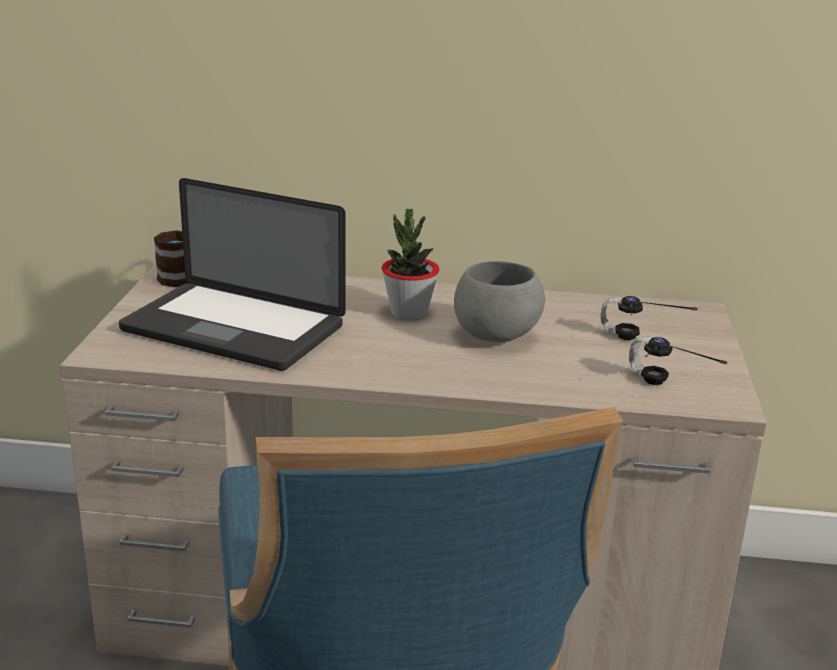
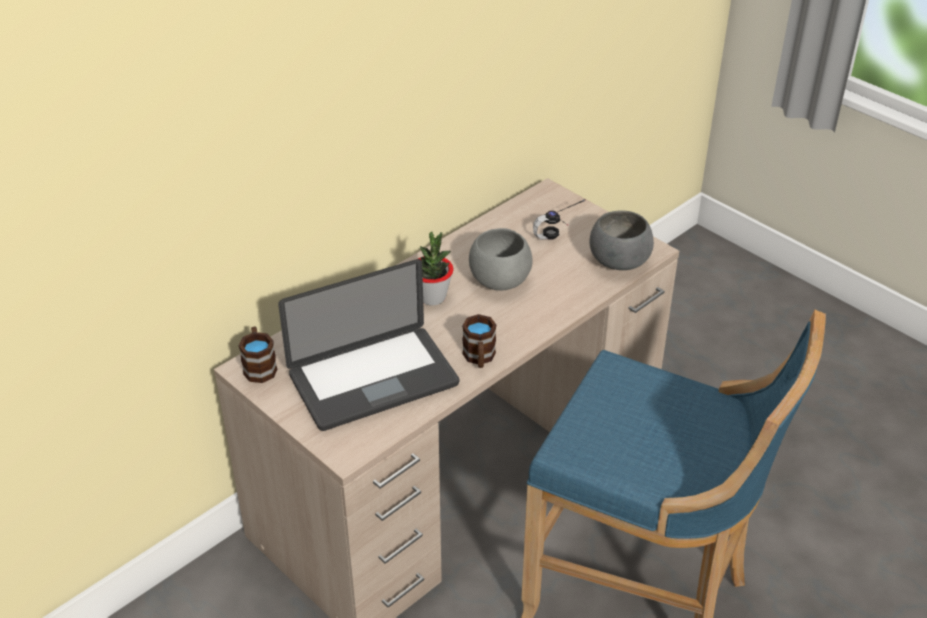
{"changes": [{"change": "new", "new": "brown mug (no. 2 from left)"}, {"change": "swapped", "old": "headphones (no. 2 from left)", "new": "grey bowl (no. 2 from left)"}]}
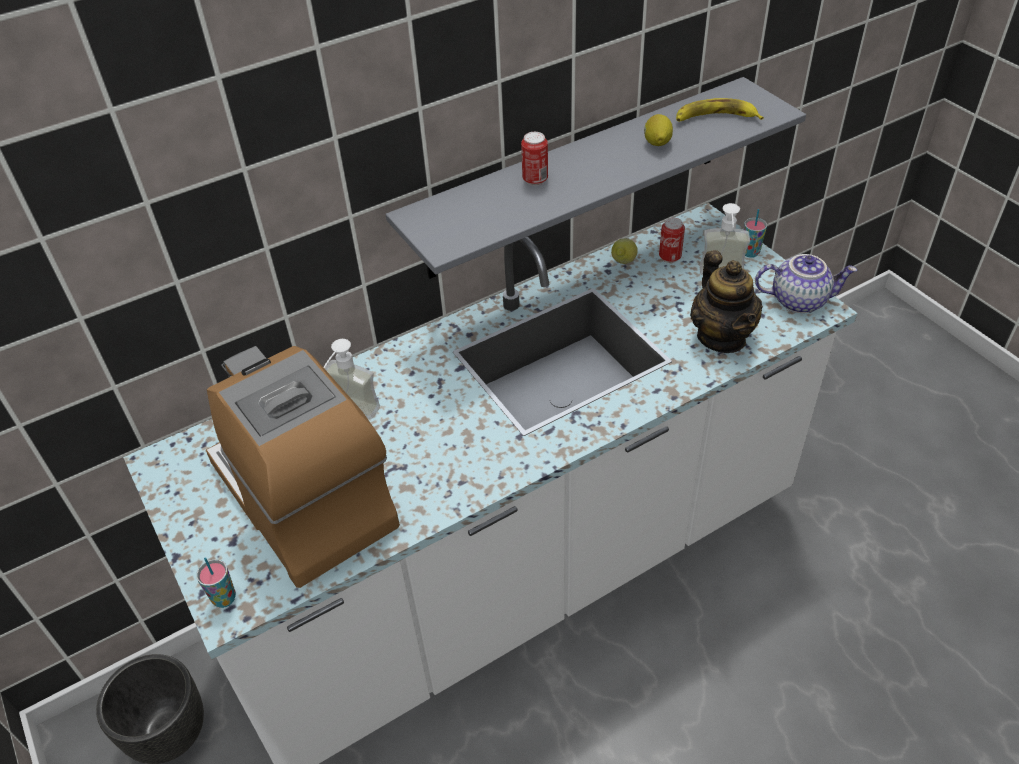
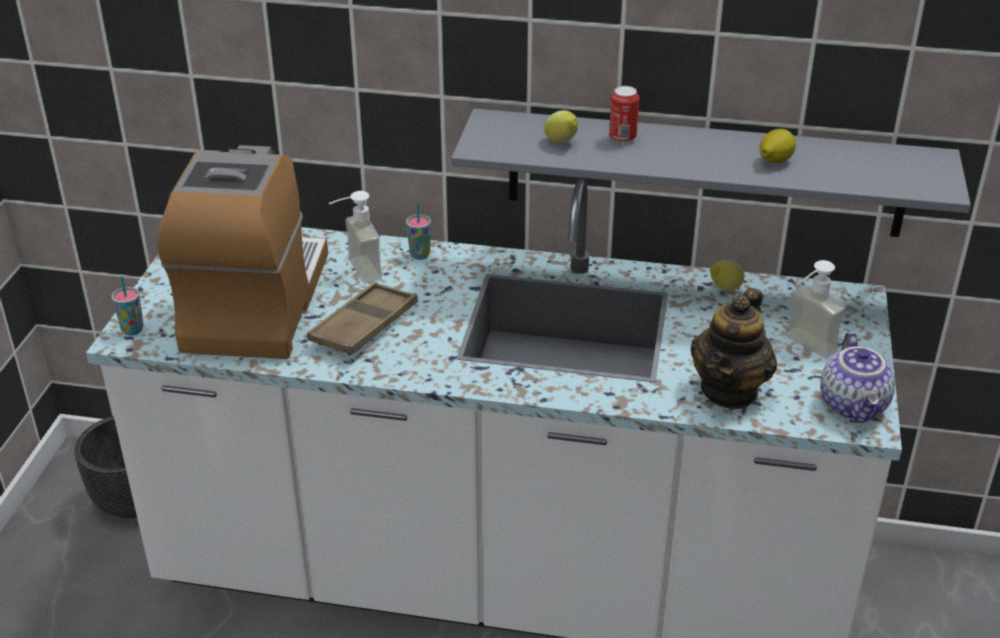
{"changes": [{"change": "gone", "old": "can (no. 2 from left)"}, {"change": "gone", "old": "banana"}, {"change": "new", "new": "brown tray"}, {"change": "new", "new": "lemon (no. 1 from left)"}, {"change": "shifted", "old": "cup (no. 2 from left)"}, {"change": "rotated", "old": "teapot (no. 2 from left)", "degrees": 45}]}
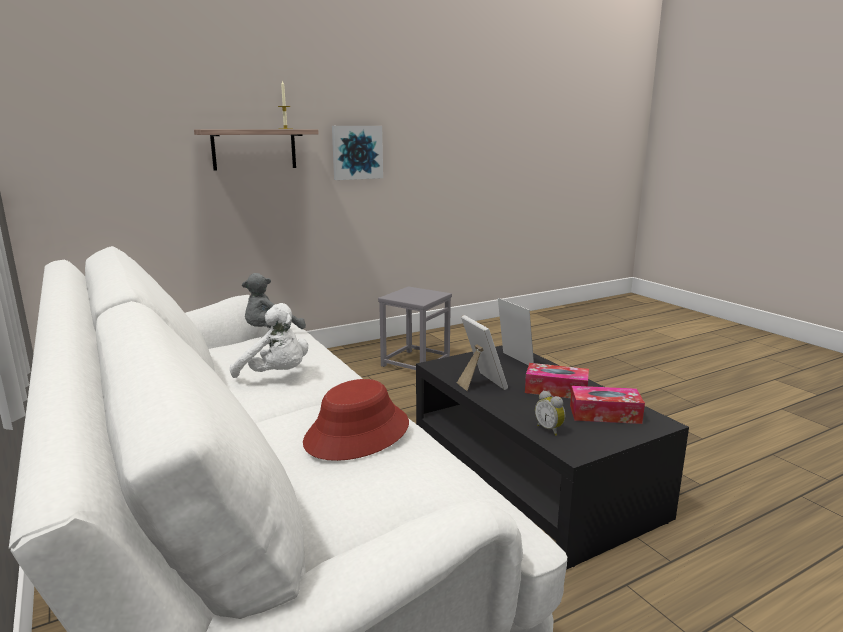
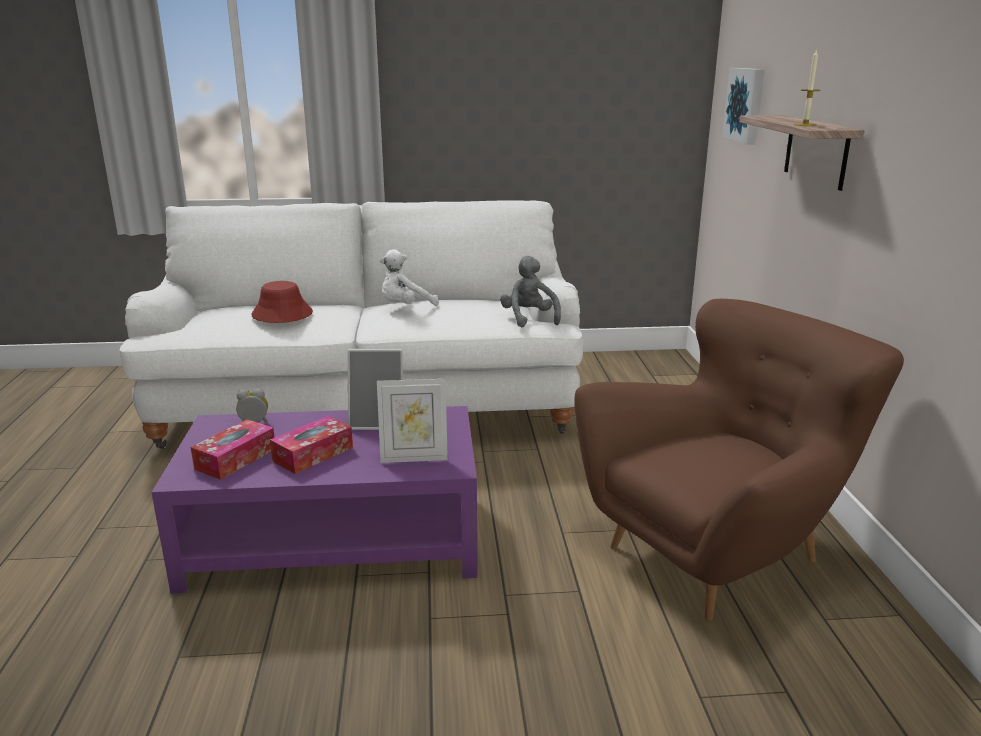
{"changes": [{"change": "shifted", "old": "picture"}, {"change": "swapped", "old": "grey stool", "new": "brown armchair"}, {"change": "repainted", "old": "black coffee table", "new": "purple coffee table"}]}
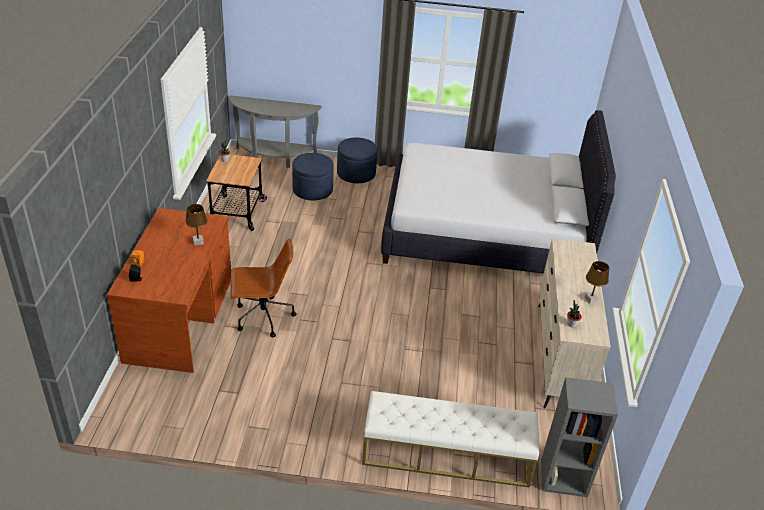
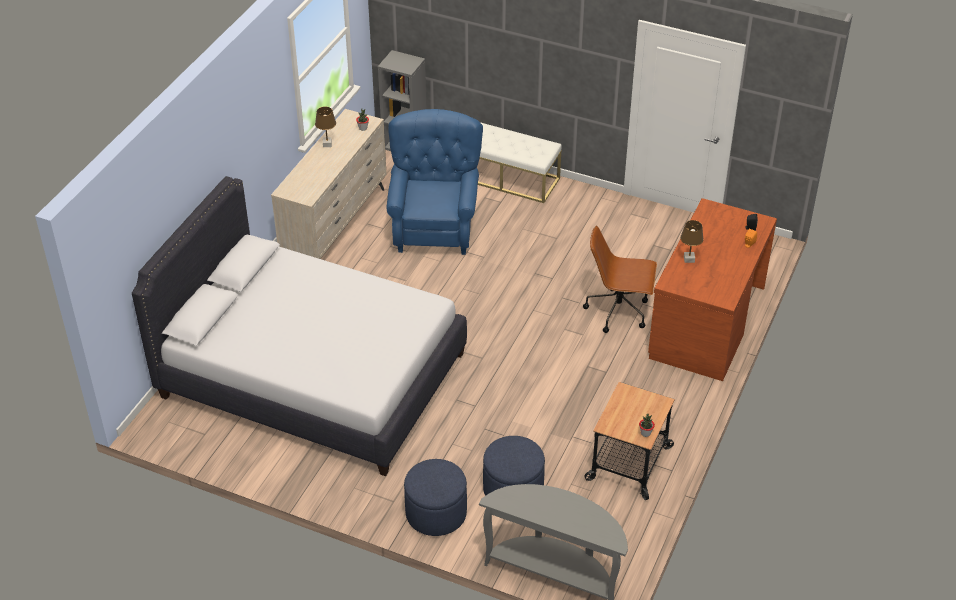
{"changes": [{"change": "new", "new": "blue armchair"}]}
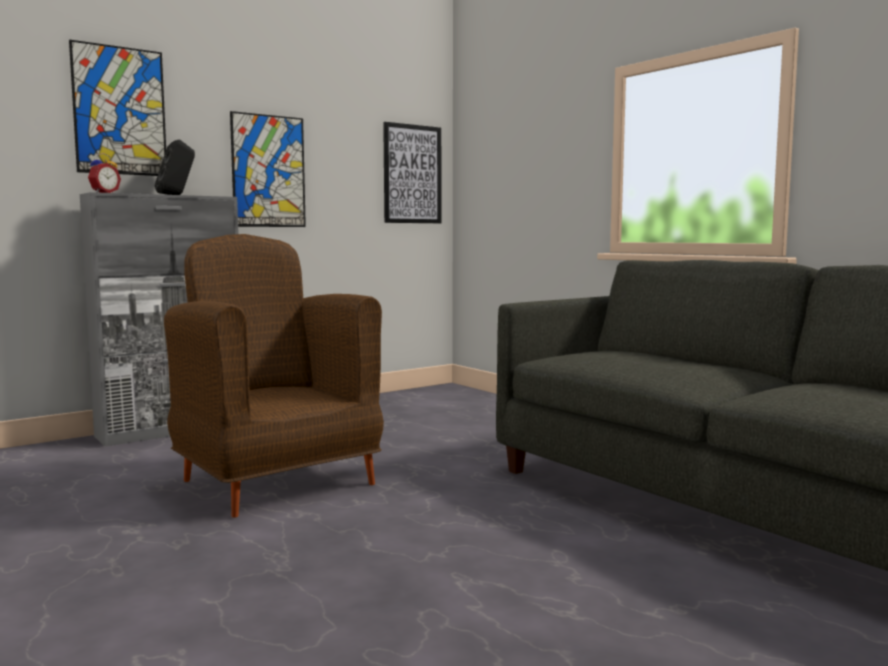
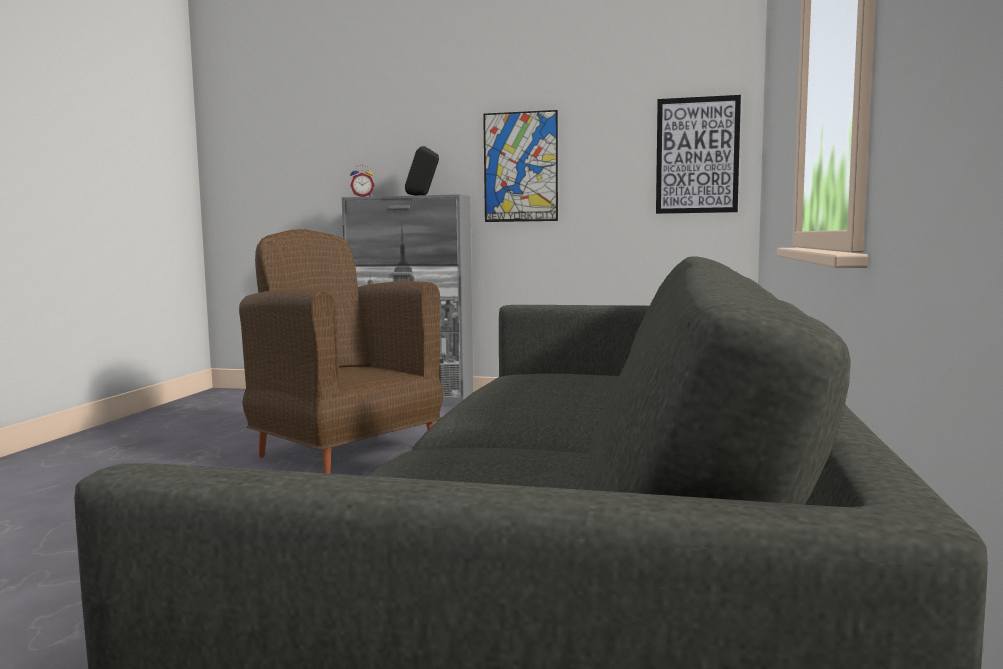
{"changes": [{"change": "gone", "old": "picture (no. 1 from left)"}, {"change": "rotated", "old": "brown armchair", "degrees": -60}]}
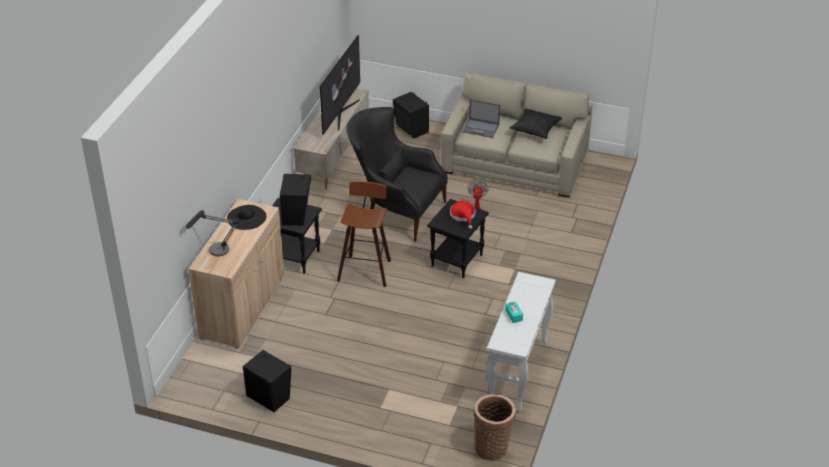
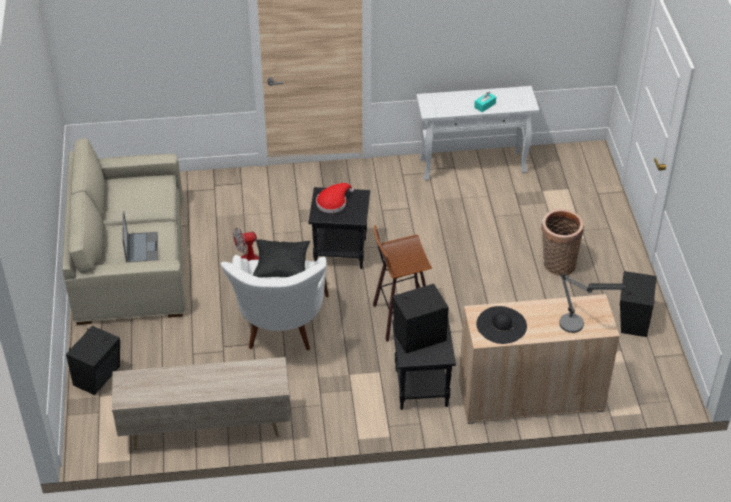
{"changes": [{"change": "gone", "old": "television"}, {"change": "shifted", "old": "basket"}, {"change": "shifted", "old": "black pillow"}, {"change": "repainted", "old": "black armchair", "new": "white armchair"}]}
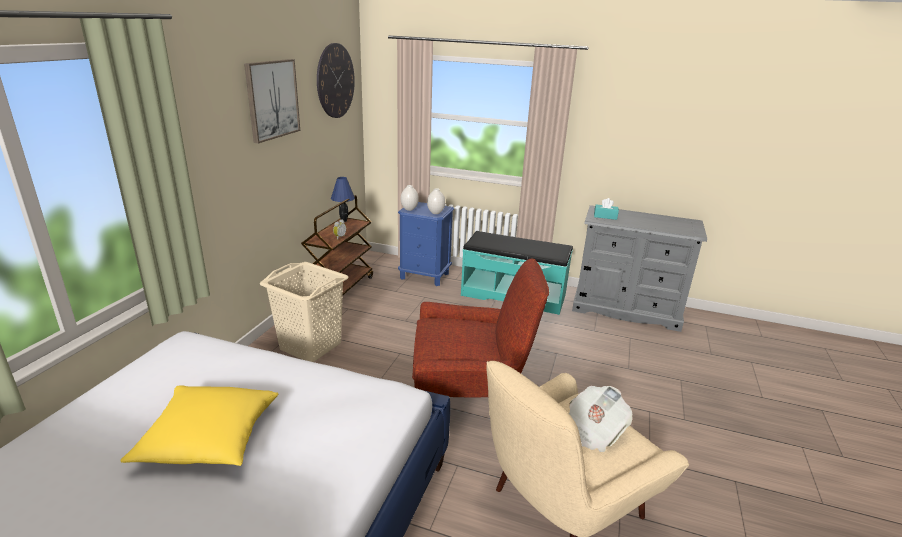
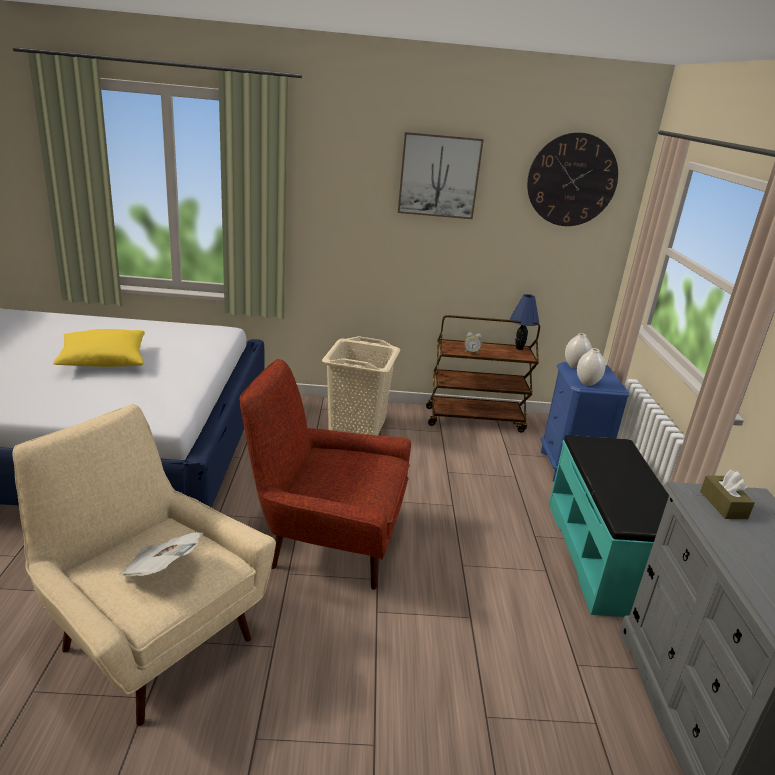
{"changes": [{"change": "repainted", "old": "turquoise tissue box", "new": "brown tissue box"}, {"change": "rotated", "old": "red armchair", "degrees": 120}]}
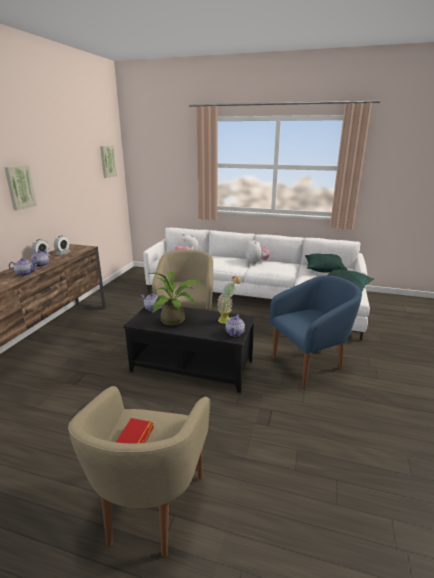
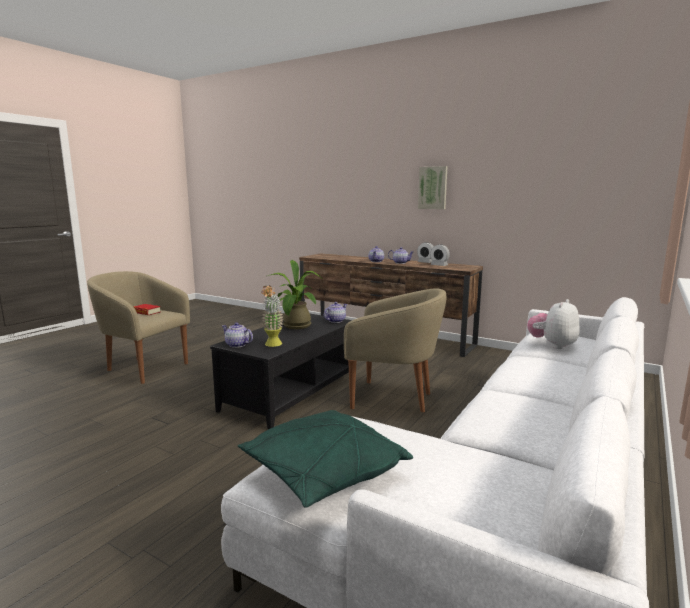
{"changes": [{"change": "gone", "old": "picture (no. 2 from left)"}, {"change": "gone", "old": "plush toy (no. 2 from left)"}, {"change": "gone", "old": "blue armchair"}, {"change": "gone", "old": "green pillow (no. 1 from left)"}]}
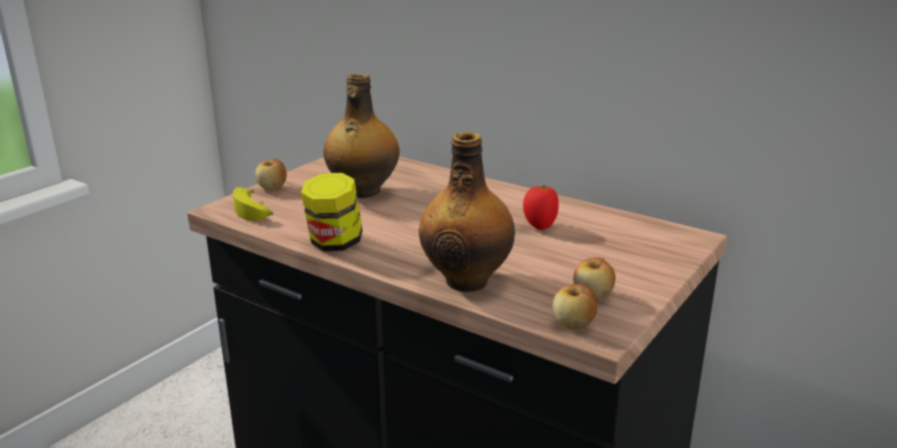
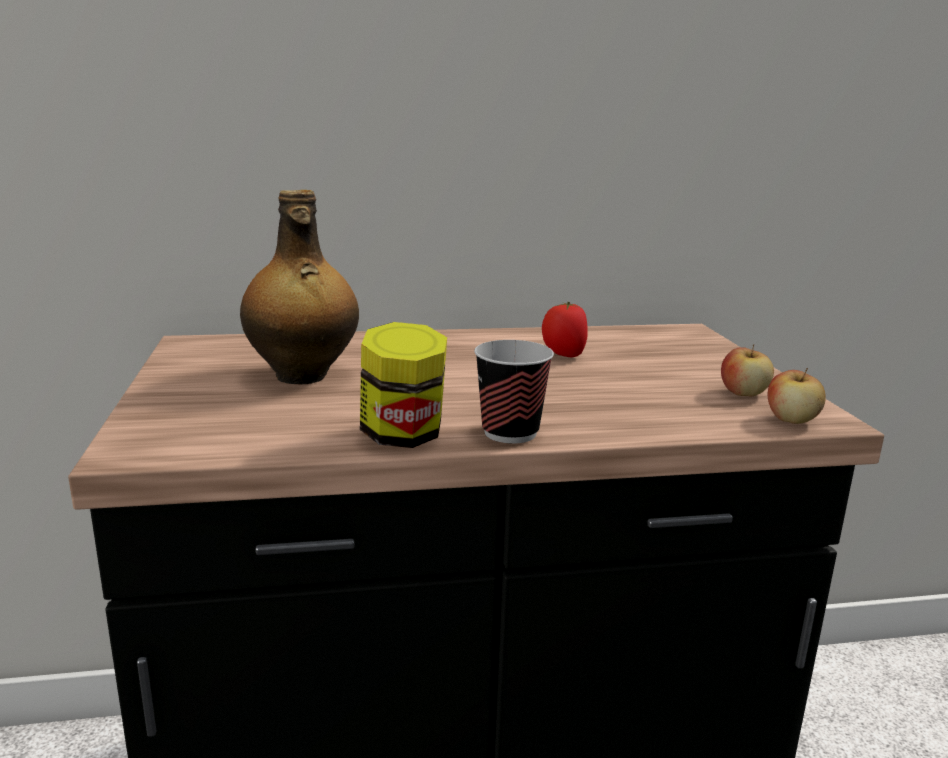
{"changes": [{"change": "gone", "old": "banana"}, {"change": "gone", "old": "apple (no. 1 from left)"}, {"change": "gone", "old": "bottle (no. 2 from left)"}, {"change": "new", "new": "cup"}]}
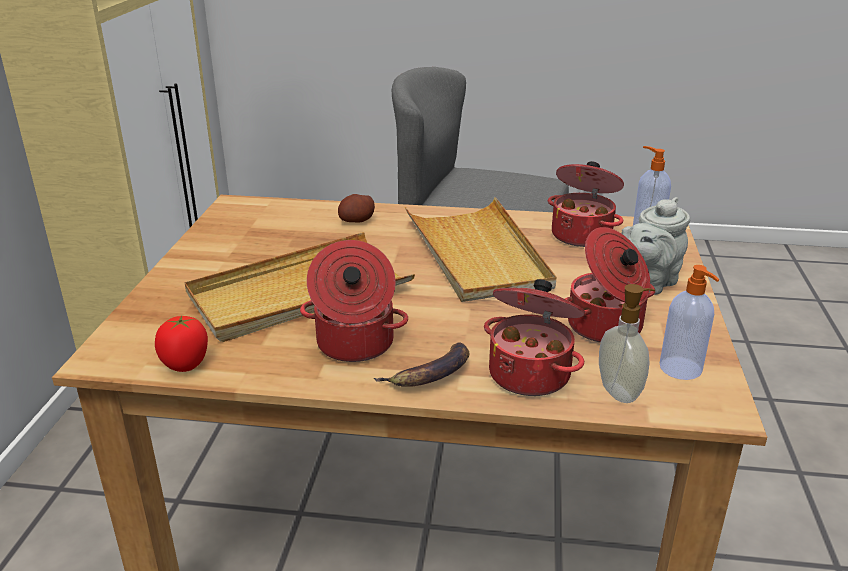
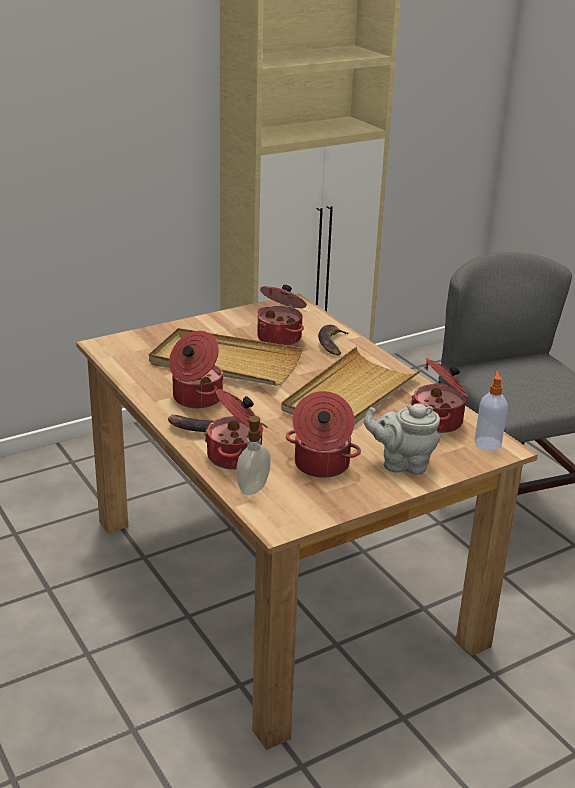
{"changes": [{"change": "gone", "old": "tomato"}, {"change": "gone", "old": "soap dispenser (no. 3 from left)"}, {"change": "new", "new": "cooking pot (no. 3 from left)"}, {"change": "swapped", "old": "potato", "new": "banana (no. 2 from left)"}]}
